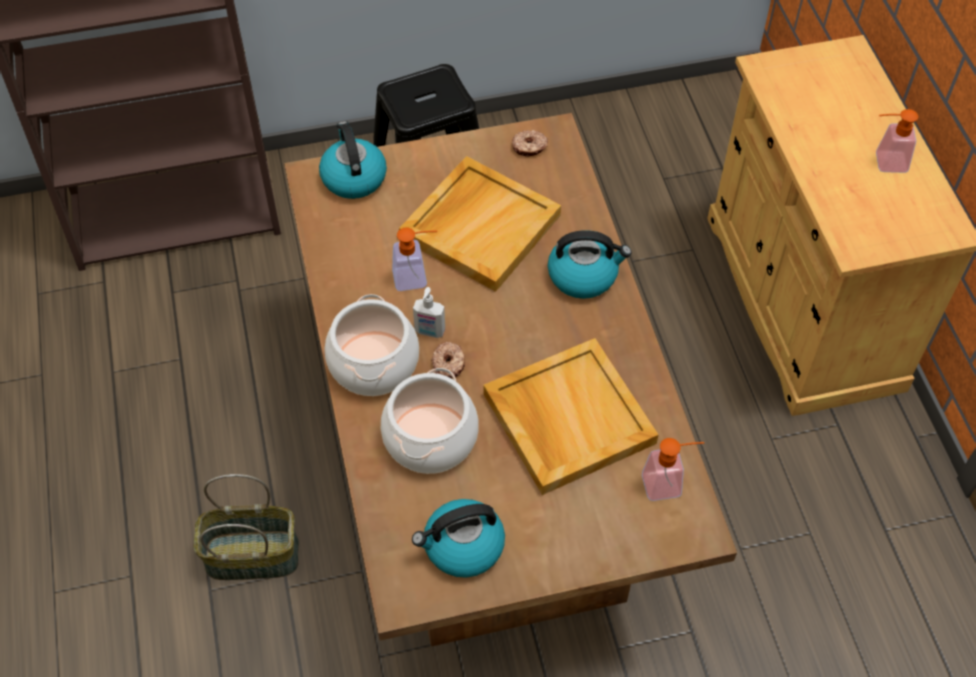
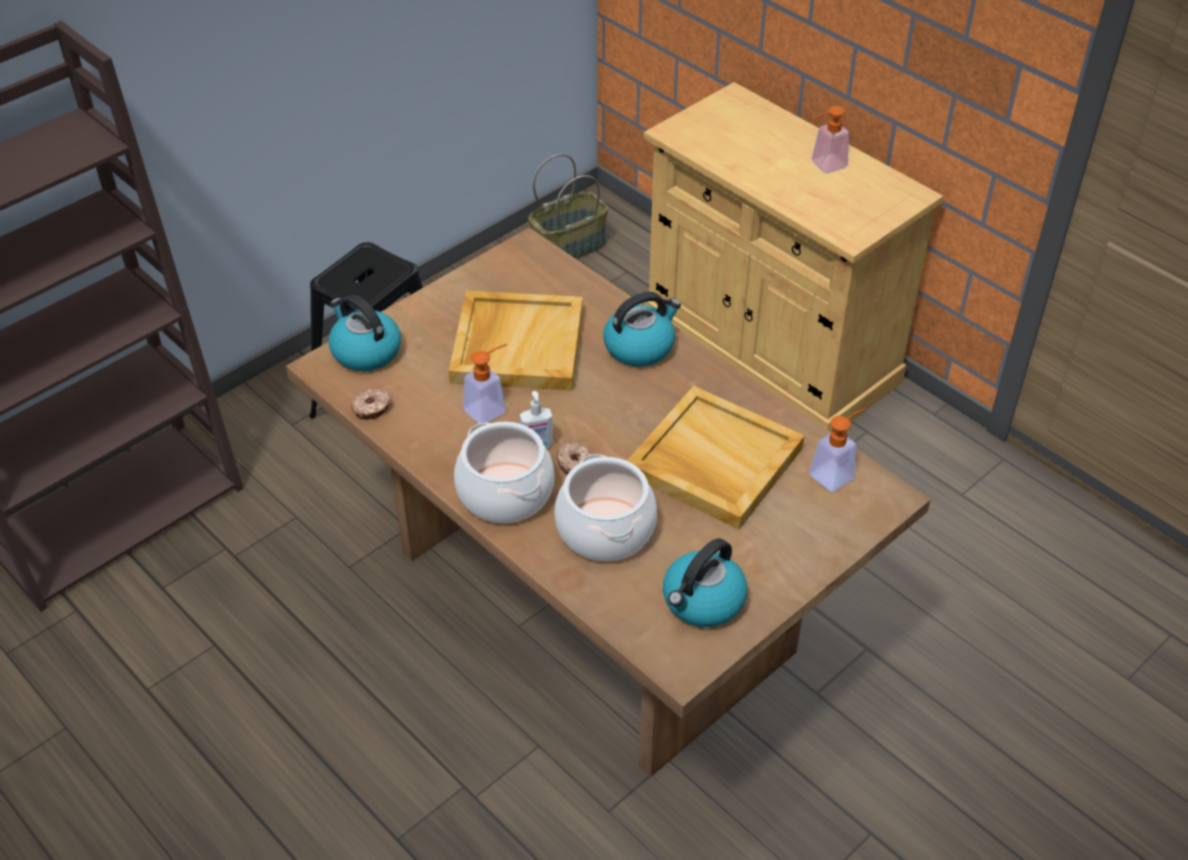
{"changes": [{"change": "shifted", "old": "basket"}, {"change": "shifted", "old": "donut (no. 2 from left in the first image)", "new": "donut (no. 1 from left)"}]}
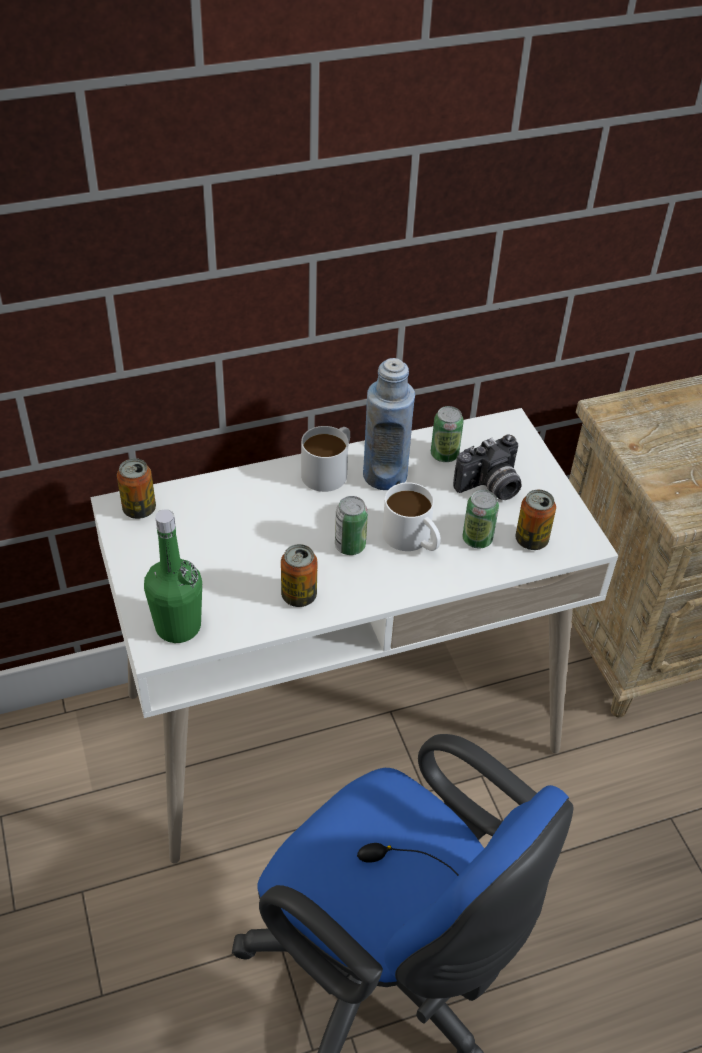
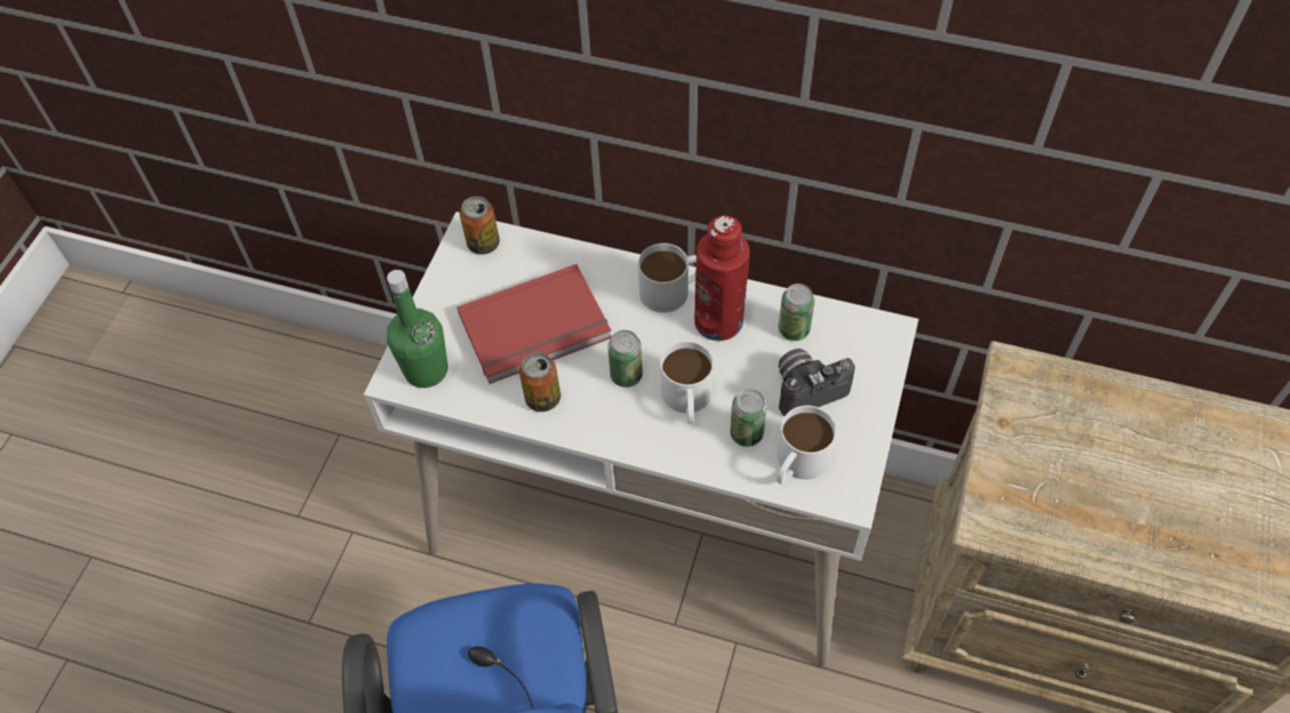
{"changes": [{"change": "new", "new": "red book"}, {"change": "swapped", "old": "can (no. 6 from left)", "new": "white mug (no. 3 from left)"}, {"change": "repainted", "old": "blue bottle", "new": "red bottle"}, {"change": "rotated", "old": "photo camera", "degrees": 150}]}
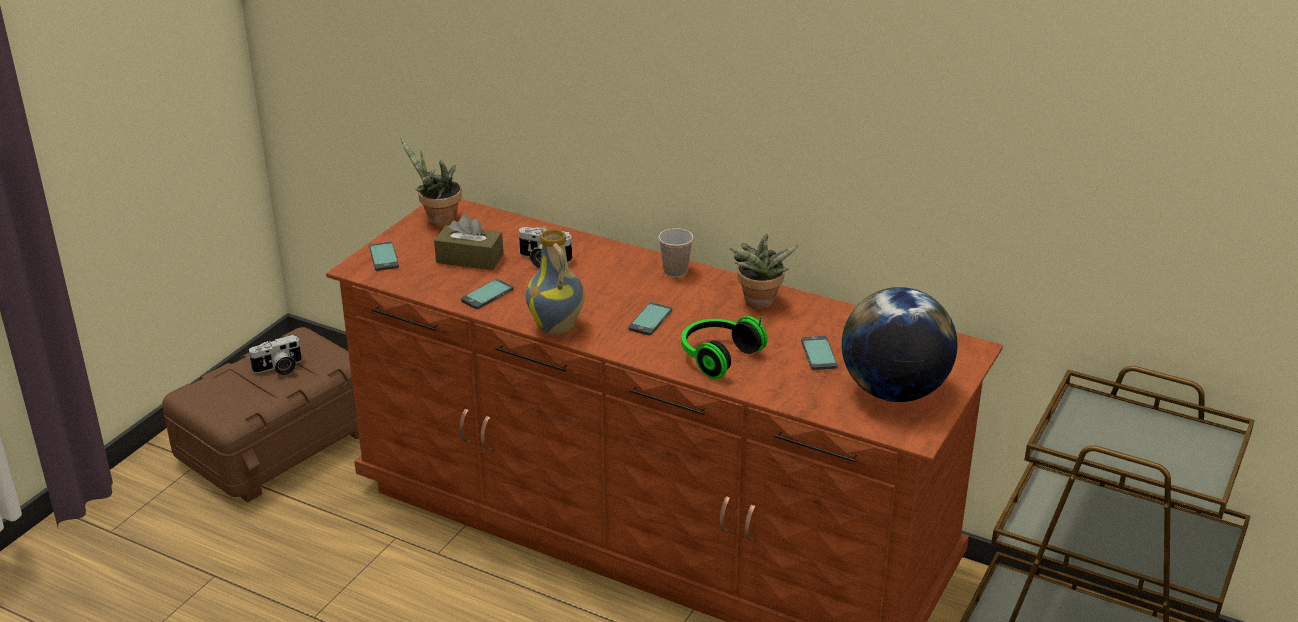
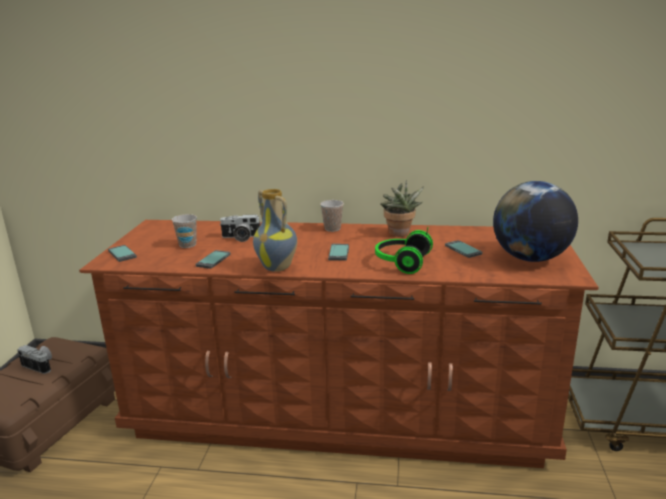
{"changes": [{"change": "gone", "old": "potted plant (no. 1 from left)"}, {"change": "swapped", "old": "brown tissue box", "new": "cup (no. 1 from left)"}, {"change": "rotated", "old": "photo camera (no. 1 from left)", "degrees": -105}]}
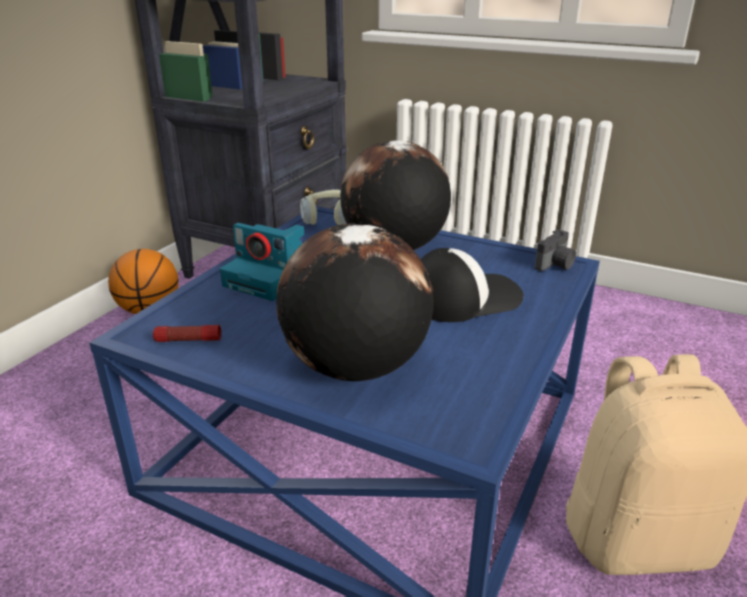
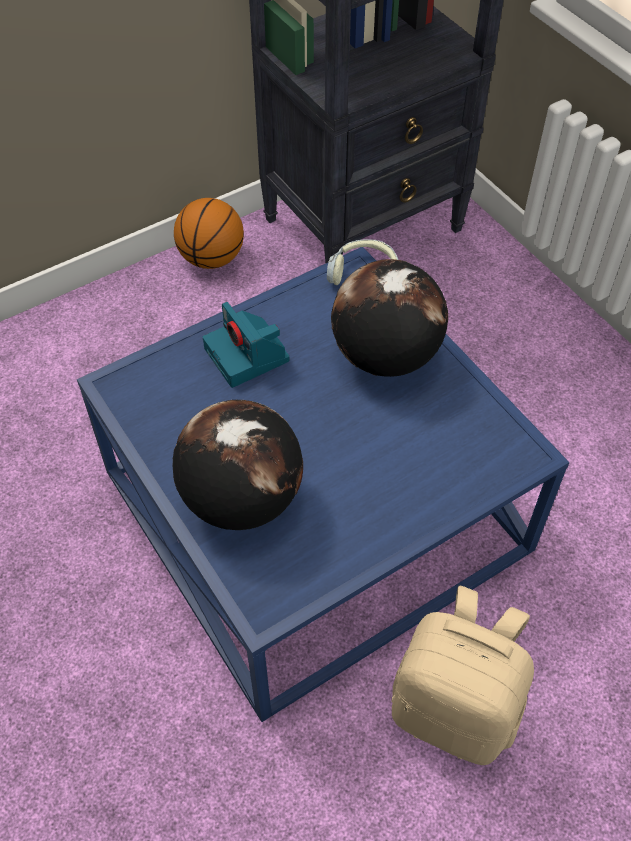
{"changes": [{"change": "gone", "old": "flashlight"}, {"change": "gone", "old": "cap"}, {"change": "gone", "old": "photo camera (no. 2 from left)"}]}
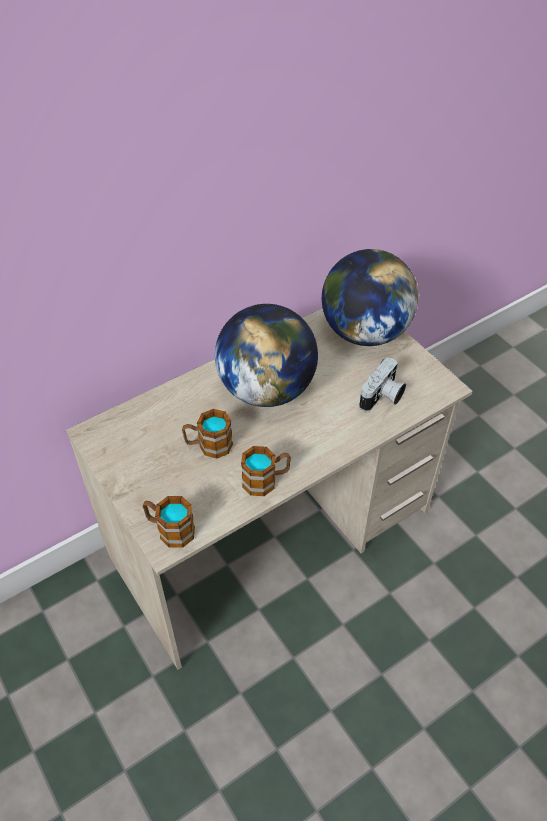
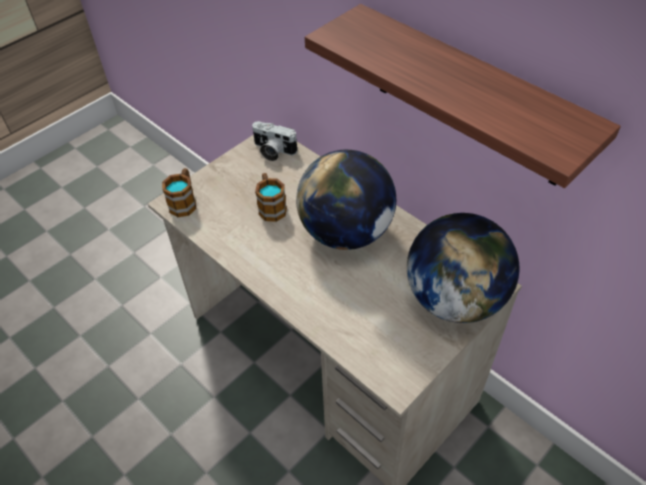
{"changes": [{"change": "gone", "old": "mug (no. 3 from left)"}, {"change": "new", "new": "shelf"}, {"change": "shifted", "old": "photo camera"}]}
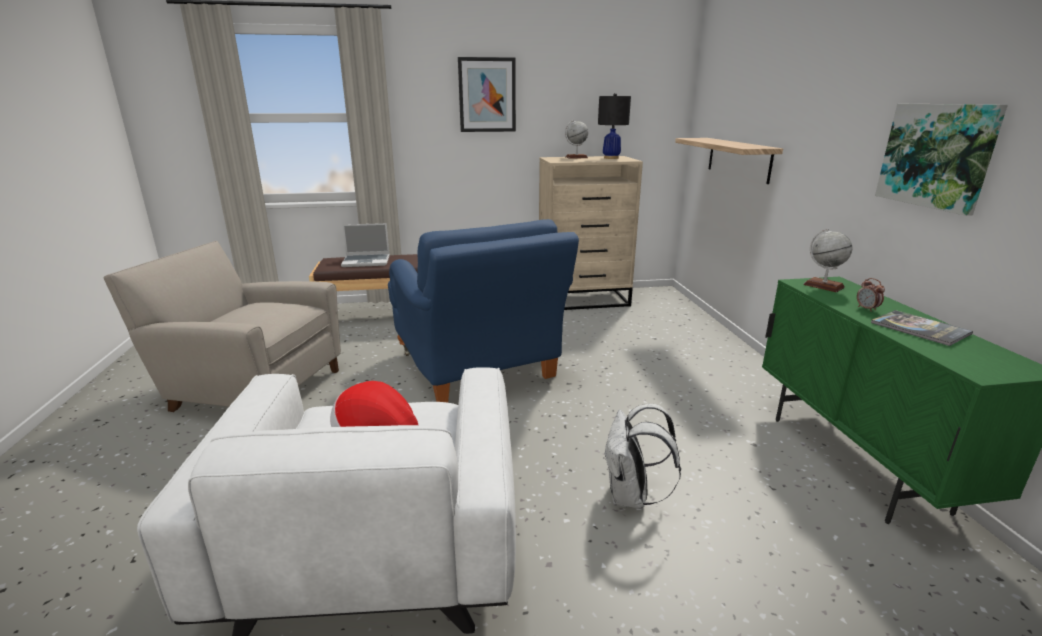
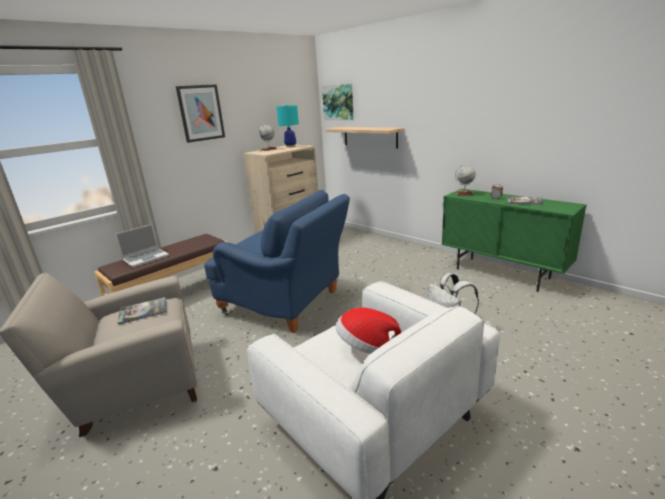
{"changes": [{"change": "new", "new": "book (no. 1 from left)"}, {"change": "shifted", "old": "picture (no. 2 from left)"}, {"change": "repainted", "old": "black table lamp", "new": "turquoise table lamp"}]}
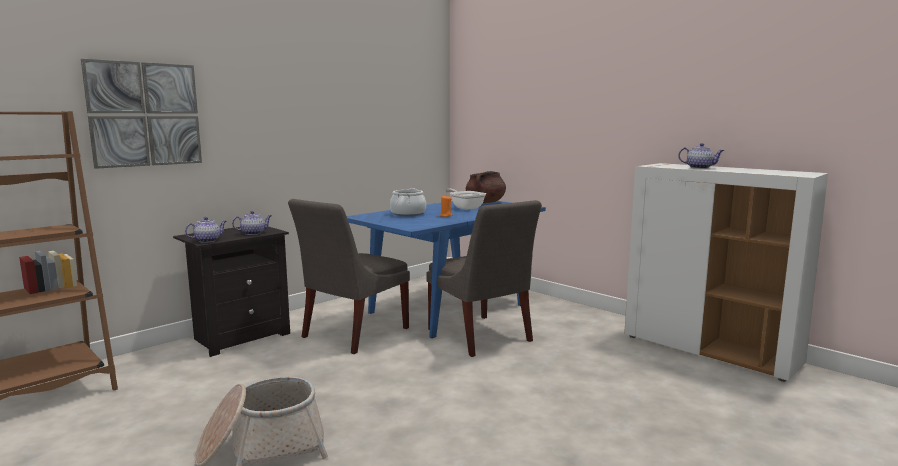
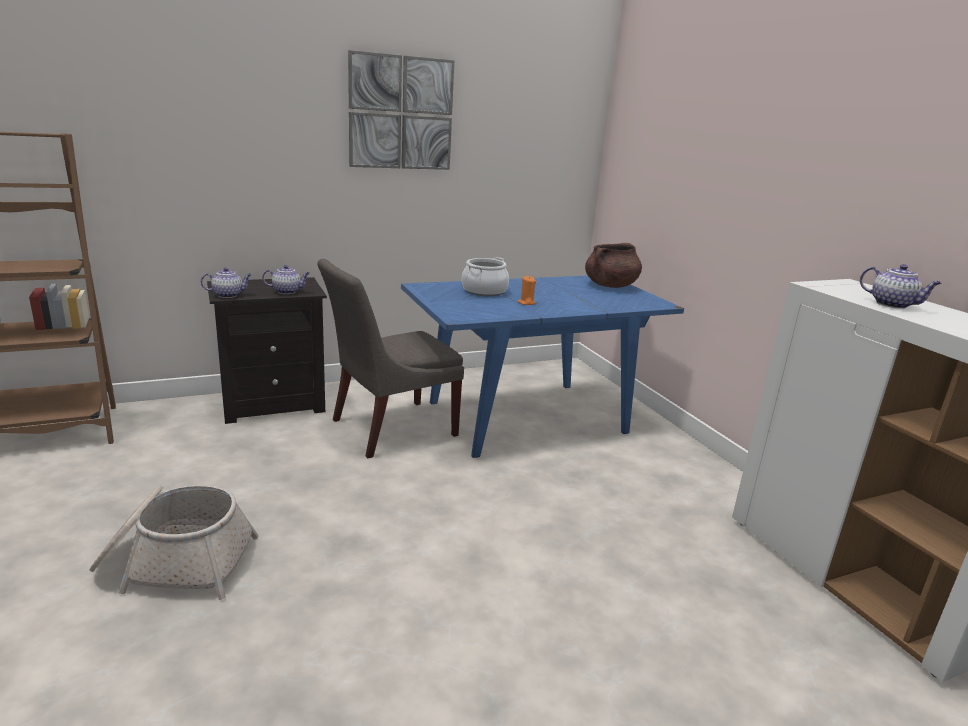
{"changes": [{"change": "gone", "old": "grey chair (no. 2 from left)"}, {"change": "gone", "old": "frying pan"}, {"change": "shifted", "old": "picture"}]}
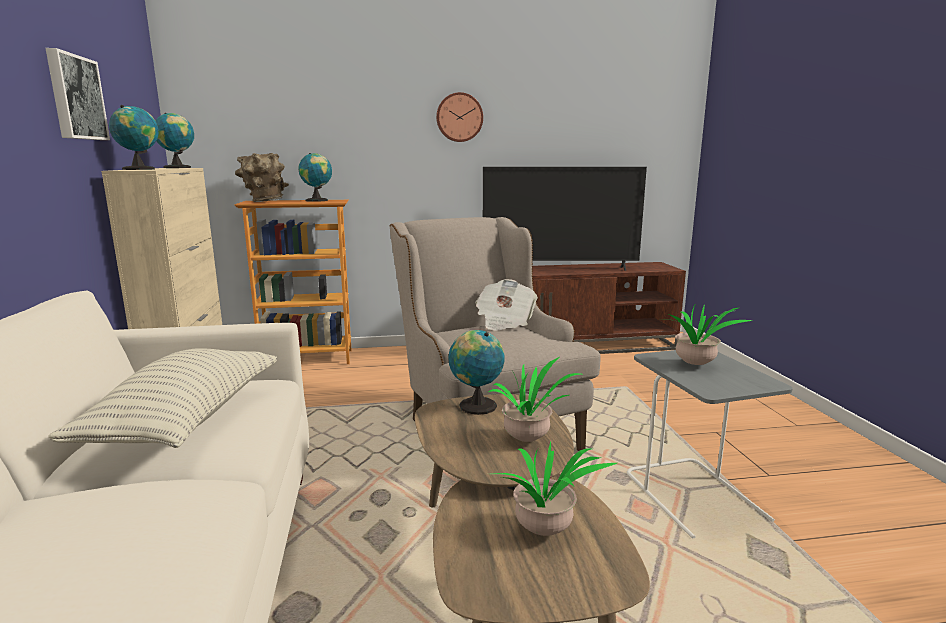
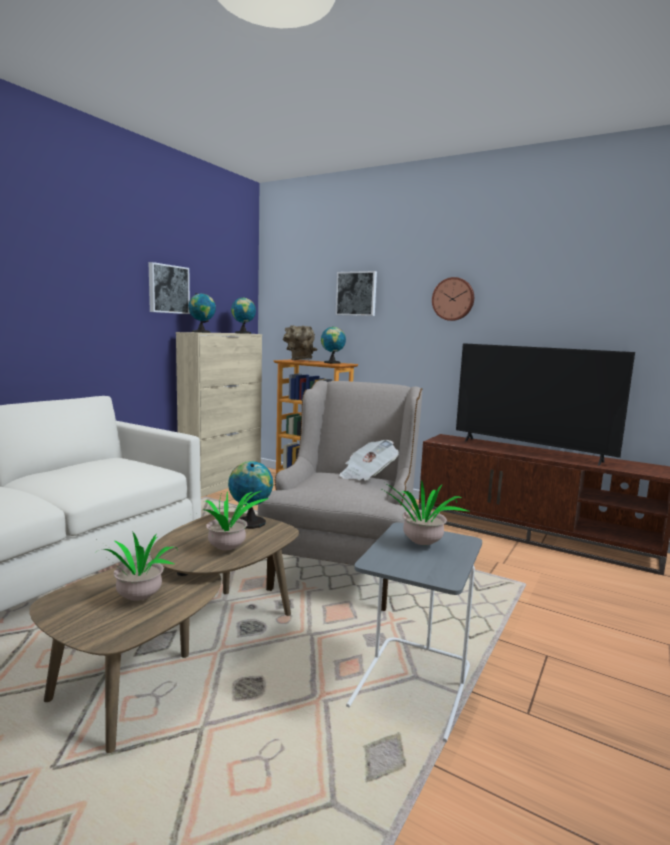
{"changes": [{"change": "gone", "old": "pillow"}, {"change": "new", "new": "picture (no. 2 from left)"}]}
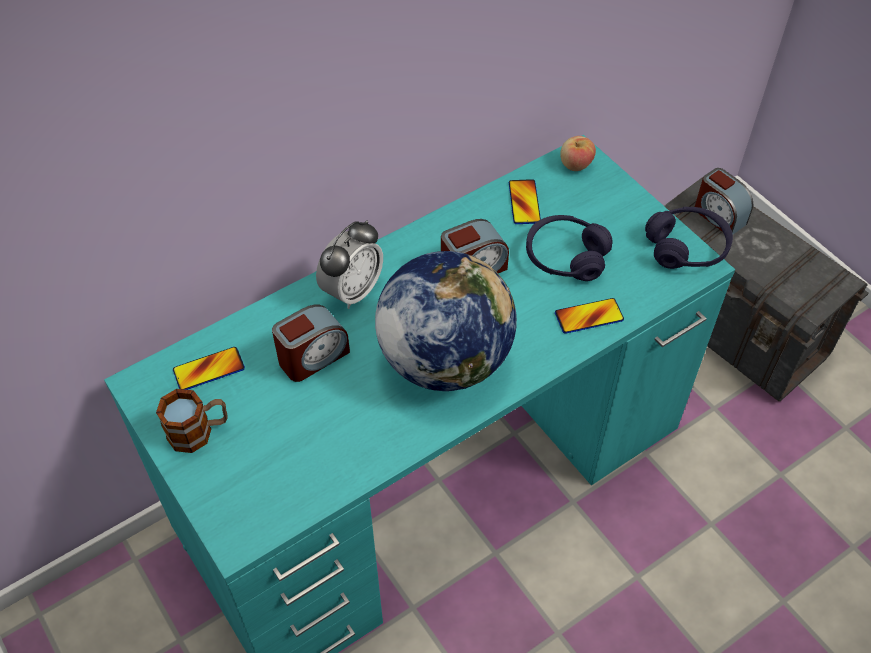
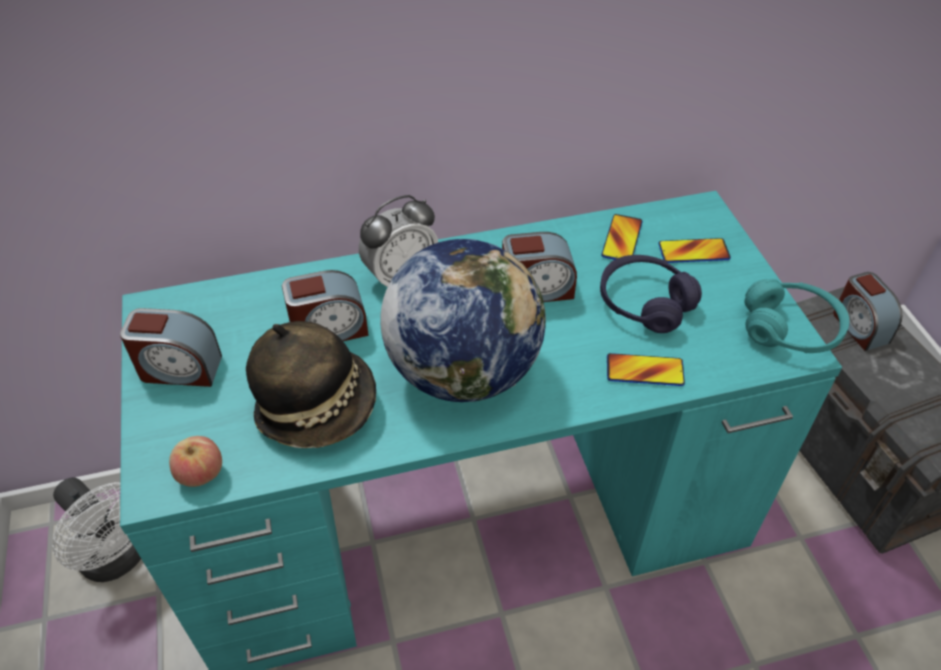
{"changes": [{"change": "new", "new": "white fan"}, {"change": "new", "new": "hat"}, {"change": "shifted", "old": "phone (no. 1 from left in the first image)", "new": "phone (no. 3 from left)"}, {"change": "shifted", "old": "apple"}, {"change": "swapped", "old": "mug", "new": "alarm clock (no. 1 from left)"}, {"change": "repainted", "old": "purple headphones (no. 2 from left)", "new": "turquoise headphones"}]}
